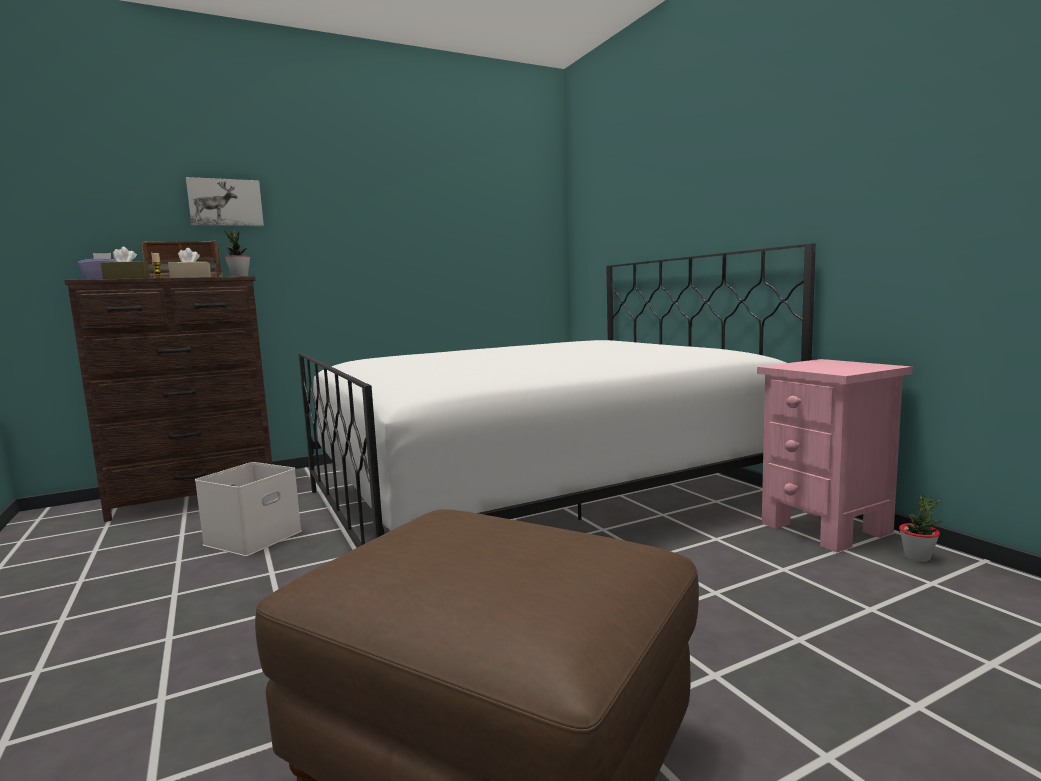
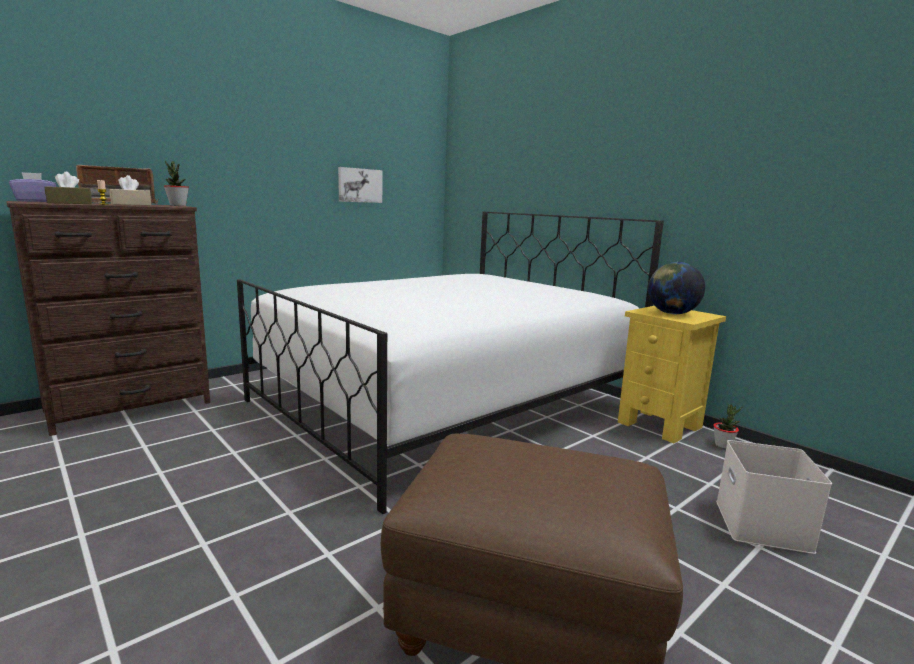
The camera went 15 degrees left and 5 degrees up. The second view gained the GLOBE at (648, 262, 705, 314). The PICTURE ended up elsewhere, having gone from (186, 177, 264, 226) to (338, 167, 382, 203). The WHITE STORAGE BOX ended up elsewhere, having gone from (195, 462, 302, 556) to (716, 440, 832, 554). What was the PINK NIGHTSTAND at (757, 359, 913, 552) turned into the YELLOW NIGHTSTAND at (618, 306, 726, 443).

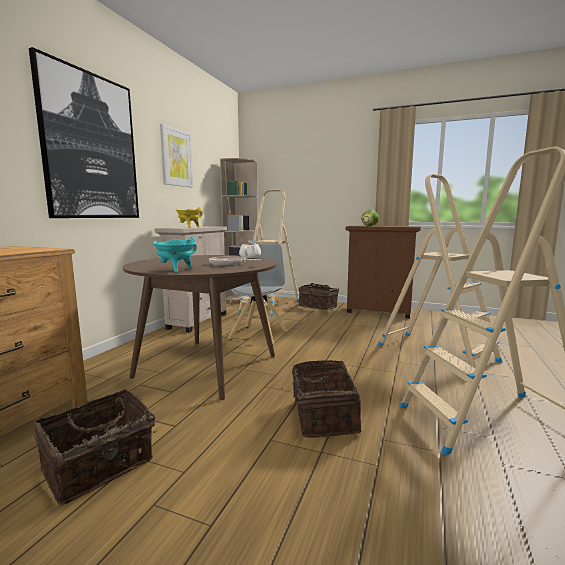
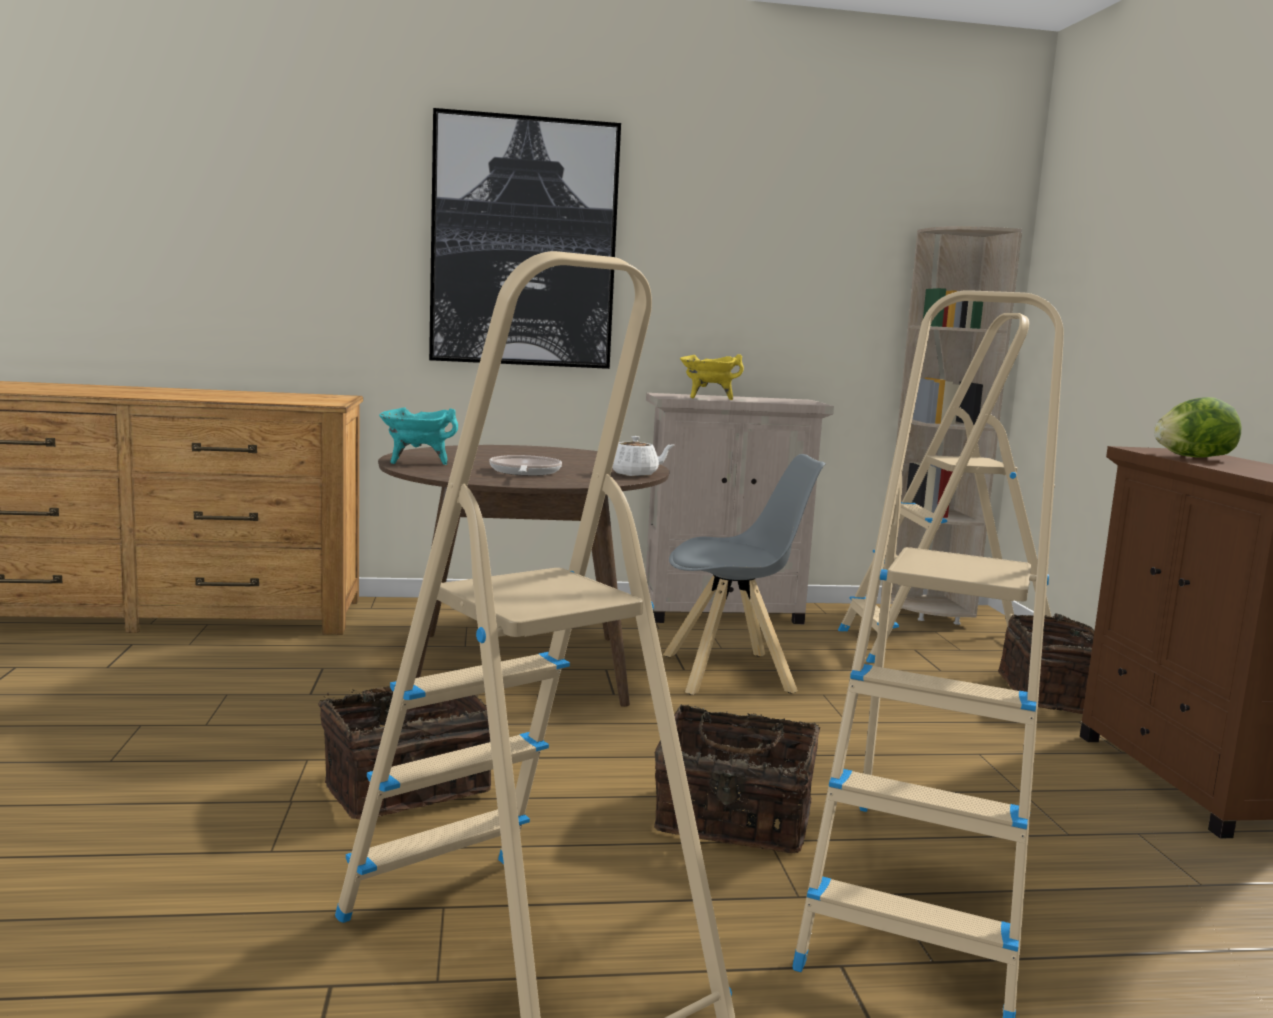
The camera went 60 degrees right and 0 degrees up. The second view lost the PICTURE at (160, 124, 193, 187). The BASKET ended up elsewhere, having gone from (34, 389, 157, 505) to (654, 705, 820, 853).

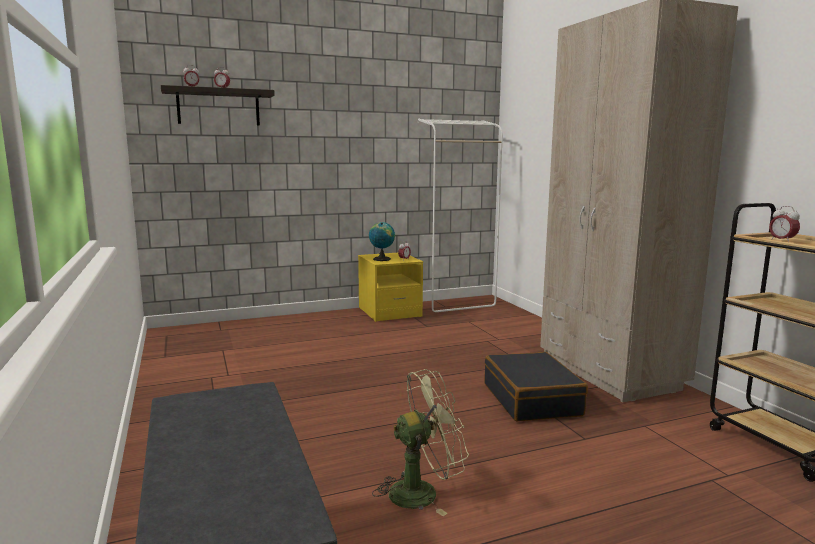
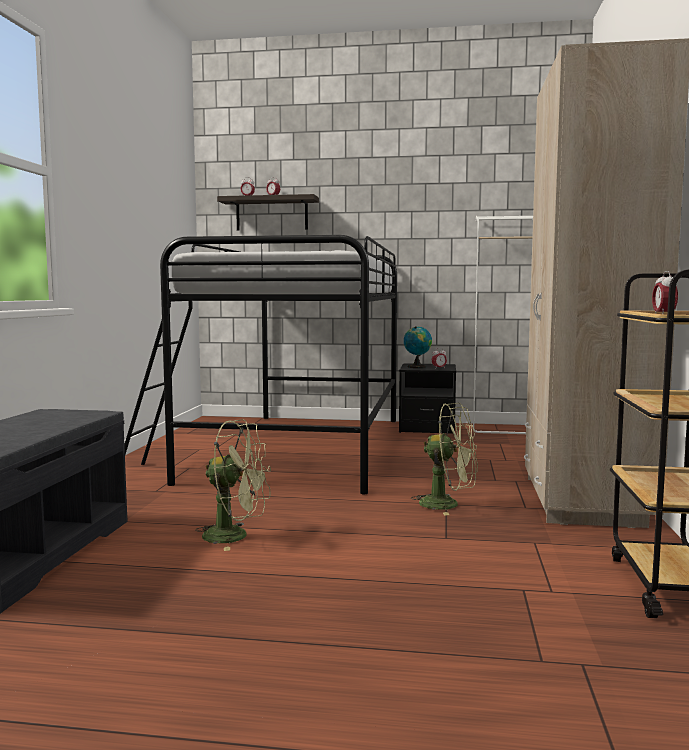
The camera went 30 degrees right and 5 degrees down. The second view gained the BLACK BED at (124, 235, 397, 494). Where the BLACK SUITCASE stood at (484, 352, 588, 421), the GREEN FAN came to stand at (410, 403, 478, 516). What was the YELLOW NIGHTSTAND at (358, 253, 423, 322) turned into the BLACK NIGHTSTAND at (399, 363, 456, 434).

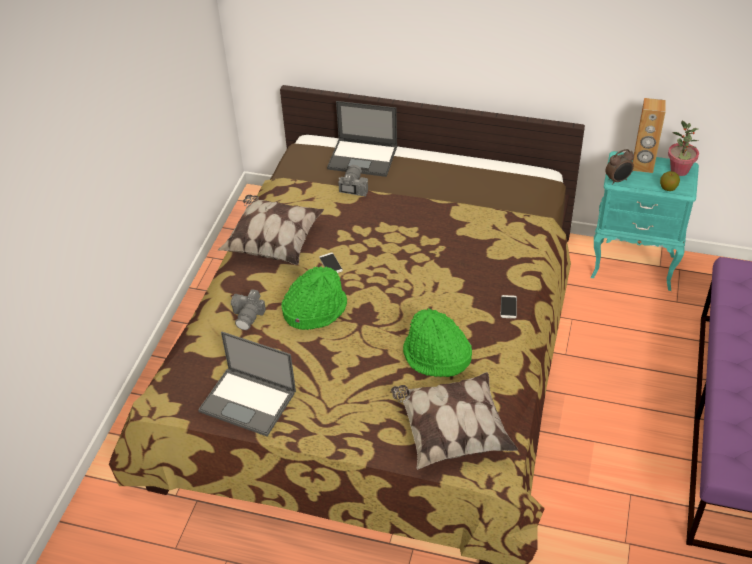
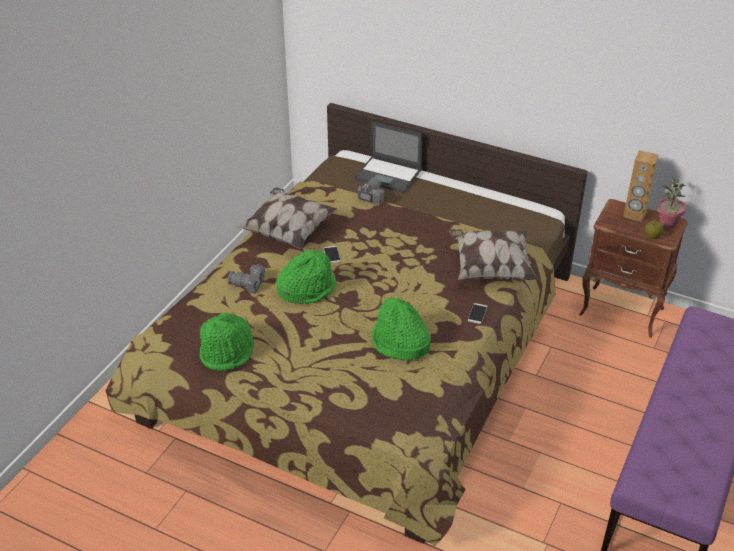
The camera went 10 degrees right and 5 degrees down. The second view lost the ALARM CLOCK at (605, 149, 634, 185). The PILLOW ended up elsewhere, having gone from (391, 372, 518, 470) to (450, 229, 538, 280). Where the LAPTOP stood at (198, 331, 296, 437), the GREEN HAT came to stand at (199, 313, 254, 371). What was the TURQUOISE NIGHTSTAND at (591, 151, 699, 291) turned into the BROWN NIGHTSTAND at (579, 199, 688, 338). The PHOTO CAMERA at (231, 289, 266, 330) ended up facing another way, 75 degrees clockwise from before.

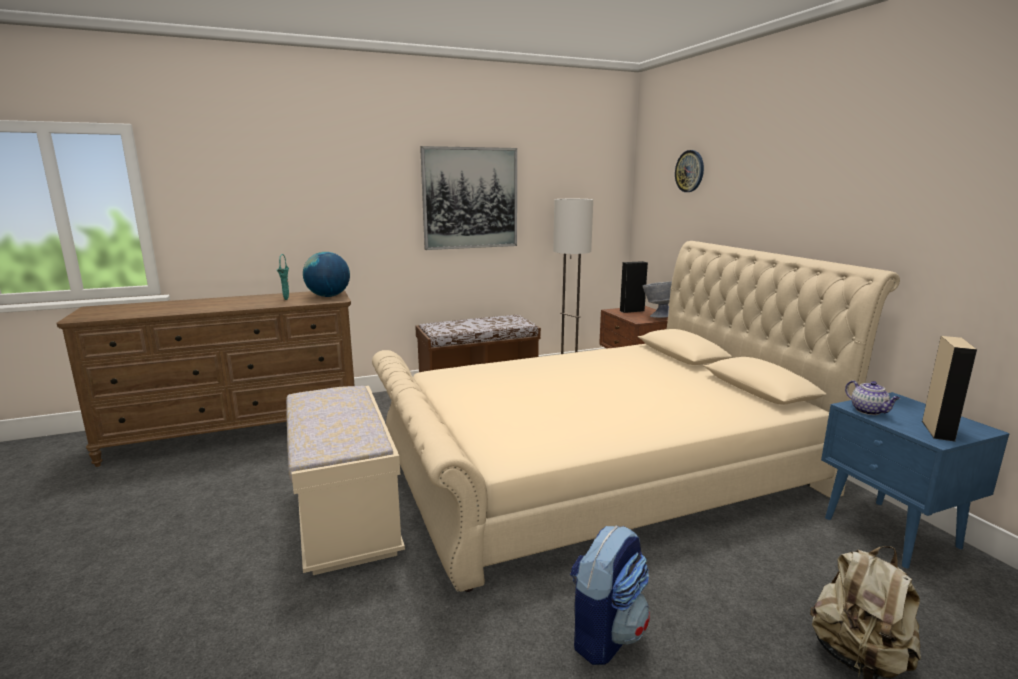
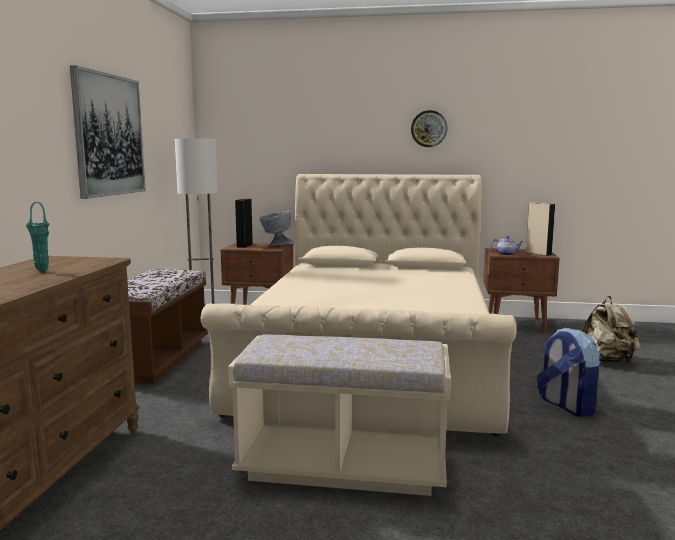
The camera went 60 degrees left and 5 degrees down. The second view lost the GLOBE at (303, 252, 350, 297). The WALL CLOCK ended up elsewhere, having gone from (675, 150, 704, 192) to (411, 110, 447, 147). What was the BLUE NIGHTSTAND at (821, 392, 1010, 568) turned into the BROWN NIGHTSTAND at (483, 248, 560, 333).

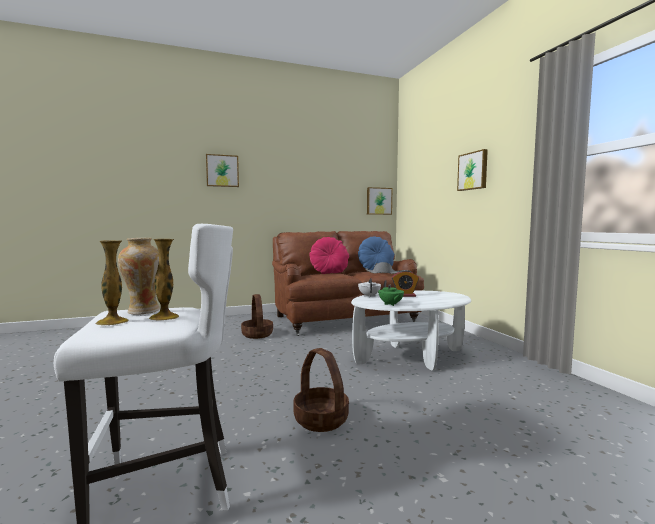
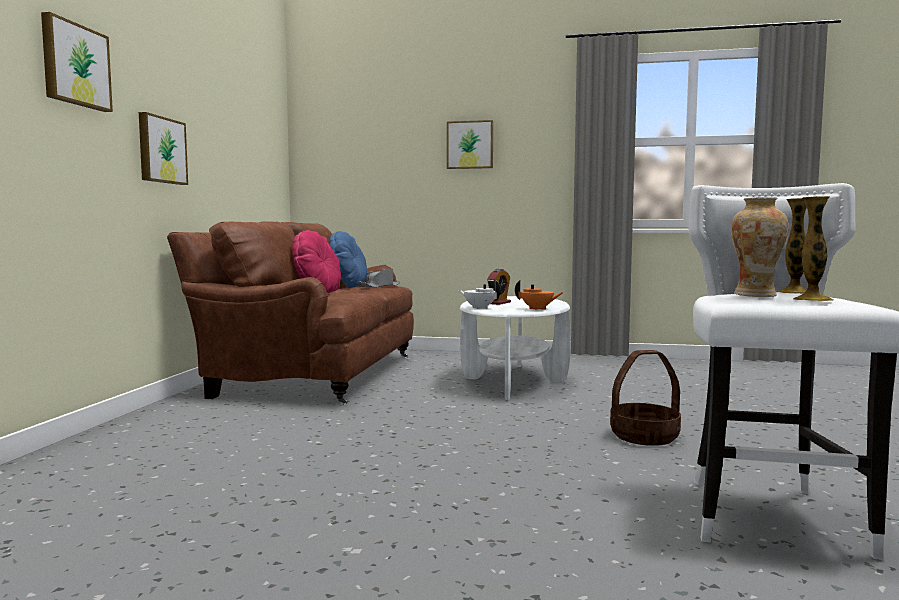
The camera went 60 degrees left and 0 degrees up. The second view lost the BASKET at (241, 294, 273, 339). The PICTURE ended up elsewhere, having gone from (367, 187, 392, 215) to (139, 112, 188, 185). What was the GREEN TEAPOT at (378, 280, 404, 306) turned into the ORANGE TEAPOT at (515, 281, 562, 310).

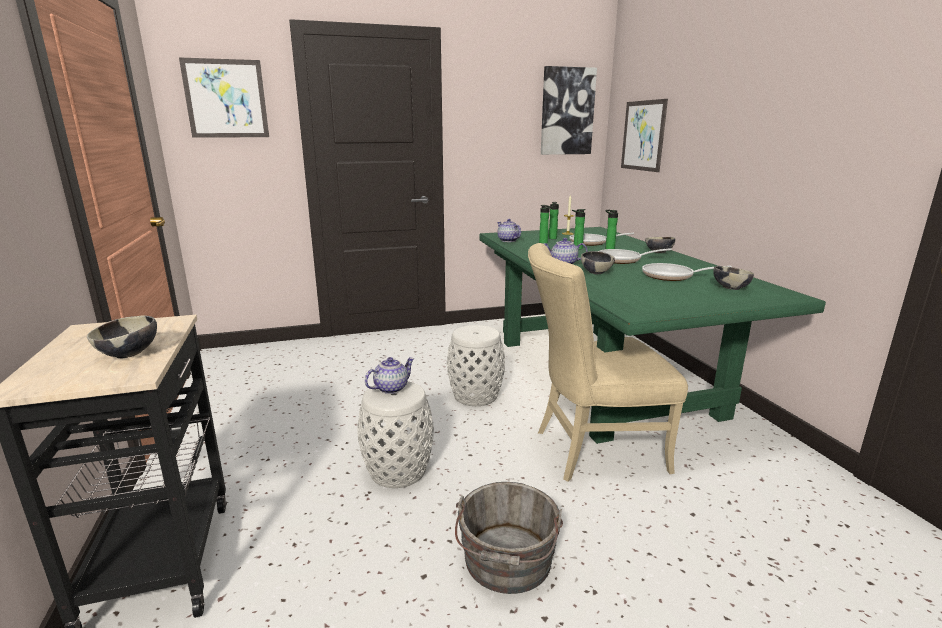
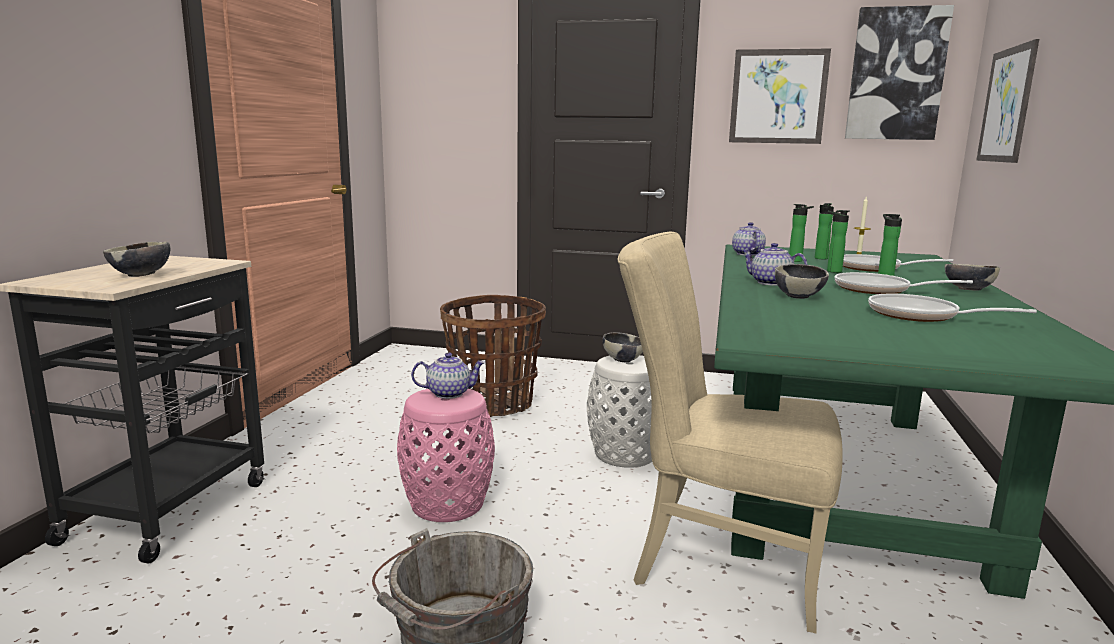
The camera went 30 degrees right and 5 degrees down. The second view gained the BASKET at (440, 295, 546, 417). The PICTURE ended up elsewhere, having gone from (179, 57, 269, 138) to (729, 49, 831, 144). The BOWL ended up elsewhere, having gone from (713, 266, 754, 290) to (602, 332, 643, 362). What was the WHITE STOOL at (357, 381, 434, 488) turned into the PINK STOOL at (397, 389, 495, 522).

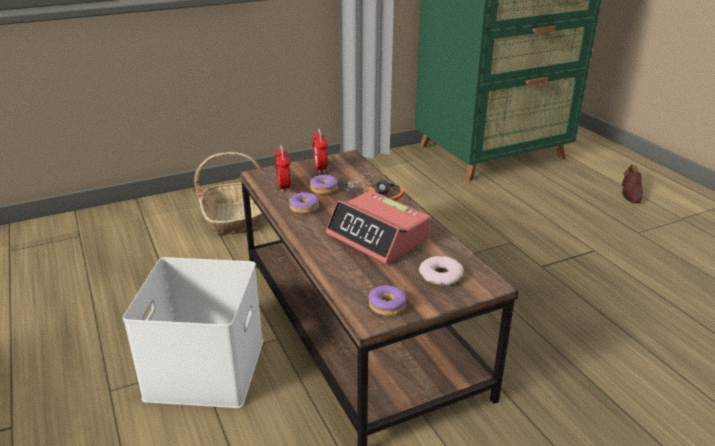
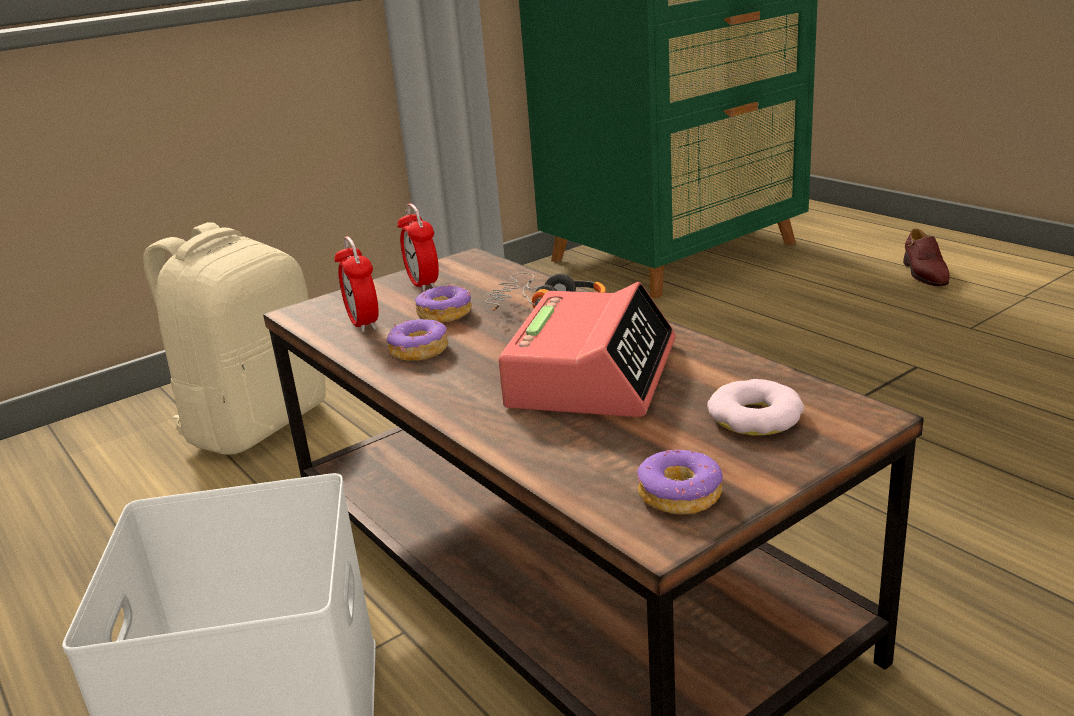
The camera went 10 degrees left and 5 degrees down. Where the BASKET stood at (194, 152, 263, 235), the BEIGE BACKPACK came to stand at (143, 222, 326, 455). The ALARM CLOCK at (326, 191, 431, 264) ended up facing another way, 105 degrees counterclockwise from before.

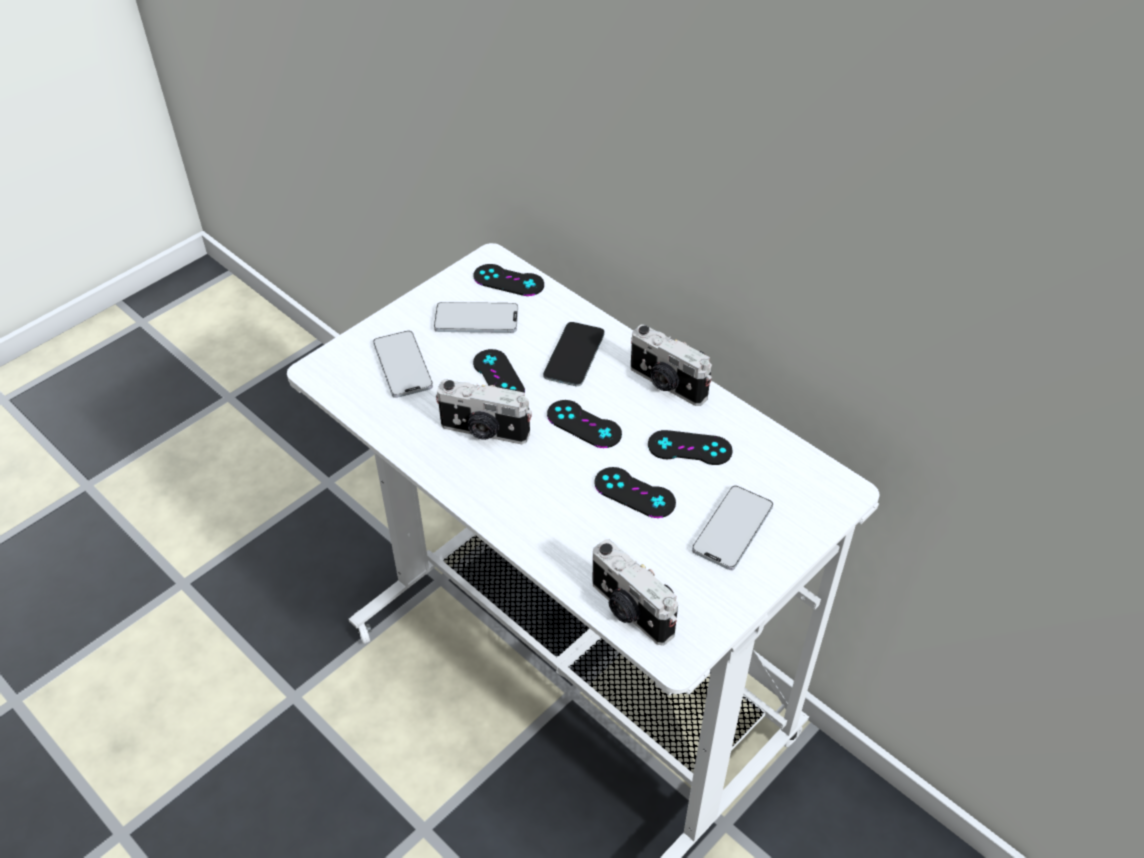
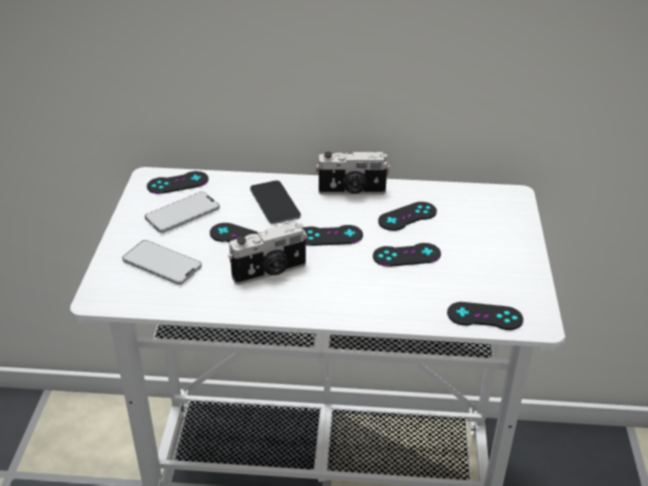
The camera went 40 degrees left and 10 degrees down. The second view lost the PHONE at (692, 485, 773, 570). Where the PHOTO CAMERA stood at (592, 539, 678, 645), the BLACK GAME CONTROLLER came to stand at (447, 302, 523, 330).

